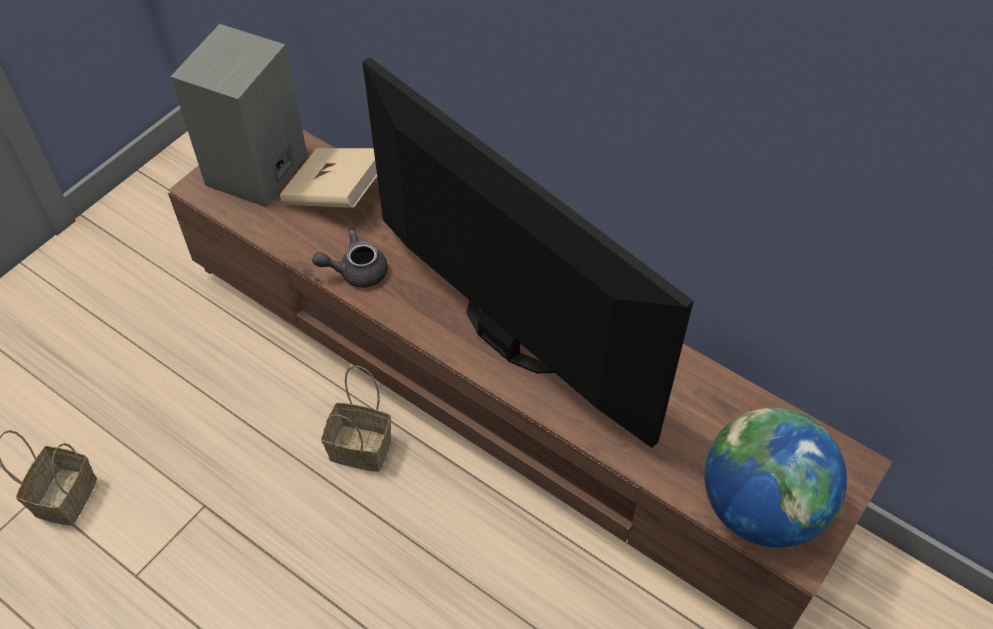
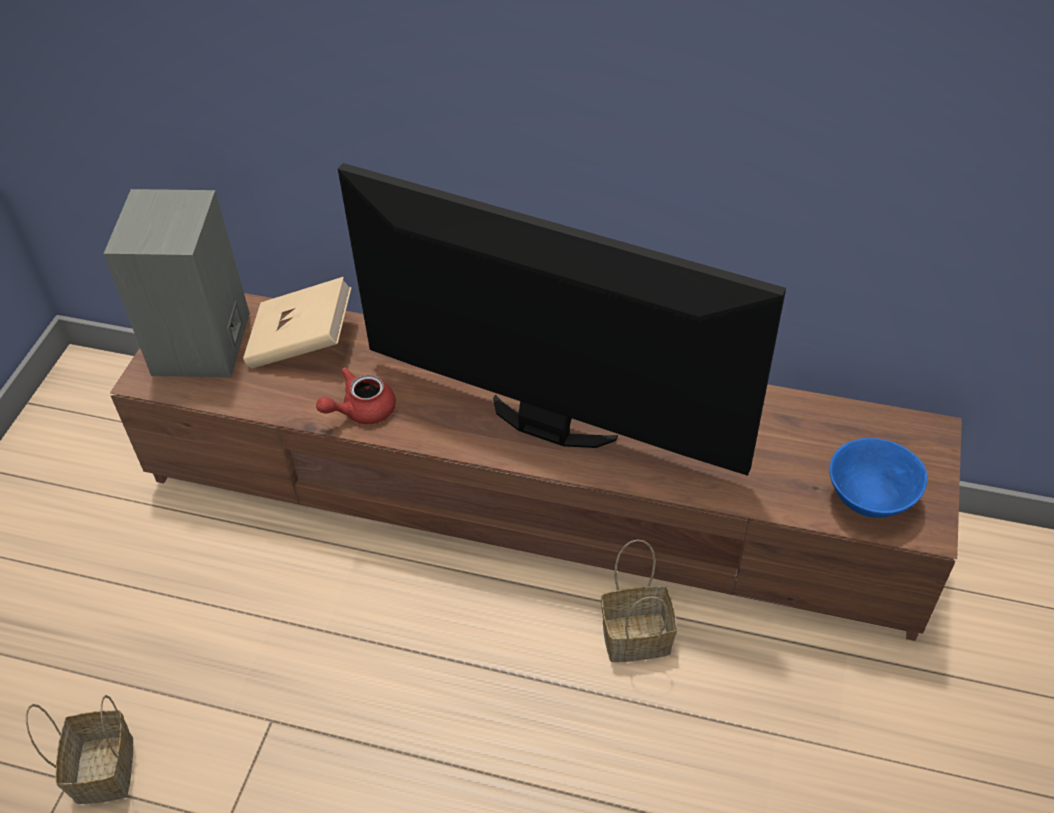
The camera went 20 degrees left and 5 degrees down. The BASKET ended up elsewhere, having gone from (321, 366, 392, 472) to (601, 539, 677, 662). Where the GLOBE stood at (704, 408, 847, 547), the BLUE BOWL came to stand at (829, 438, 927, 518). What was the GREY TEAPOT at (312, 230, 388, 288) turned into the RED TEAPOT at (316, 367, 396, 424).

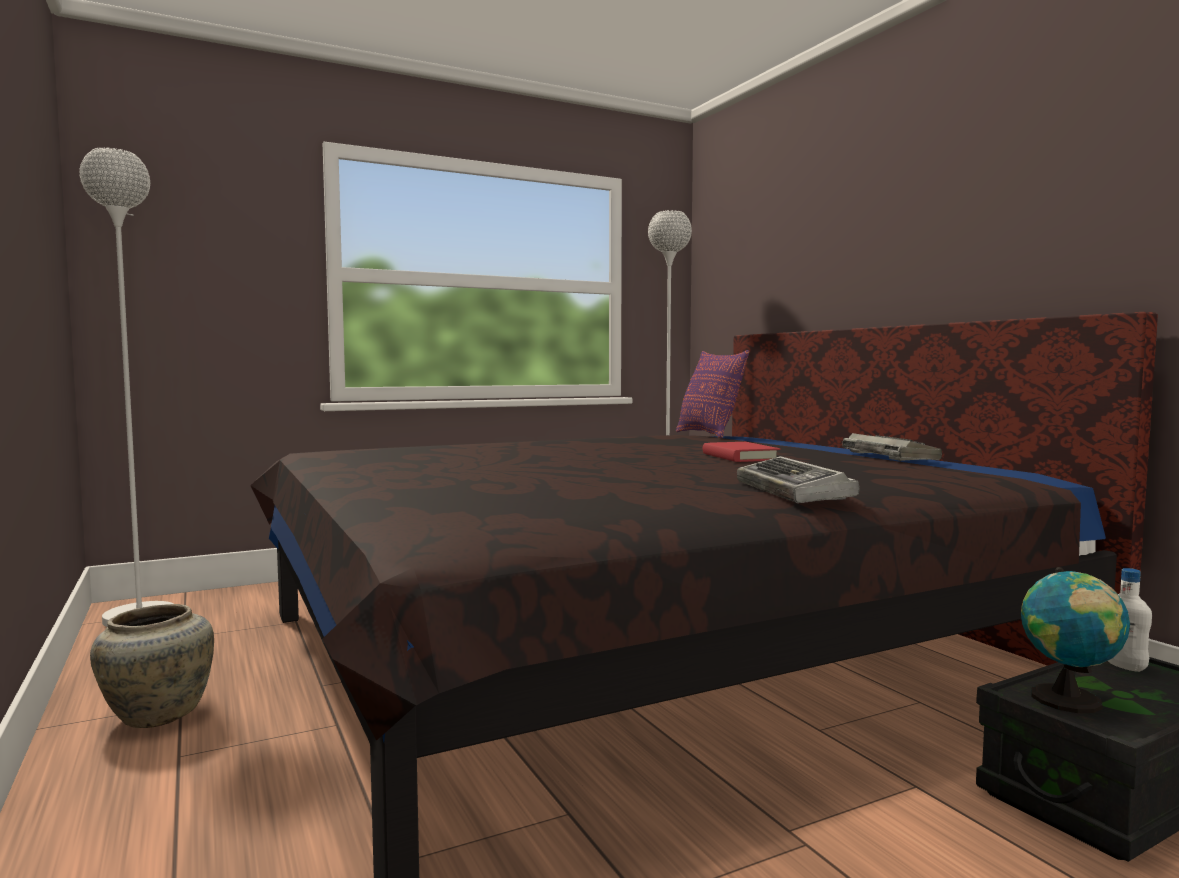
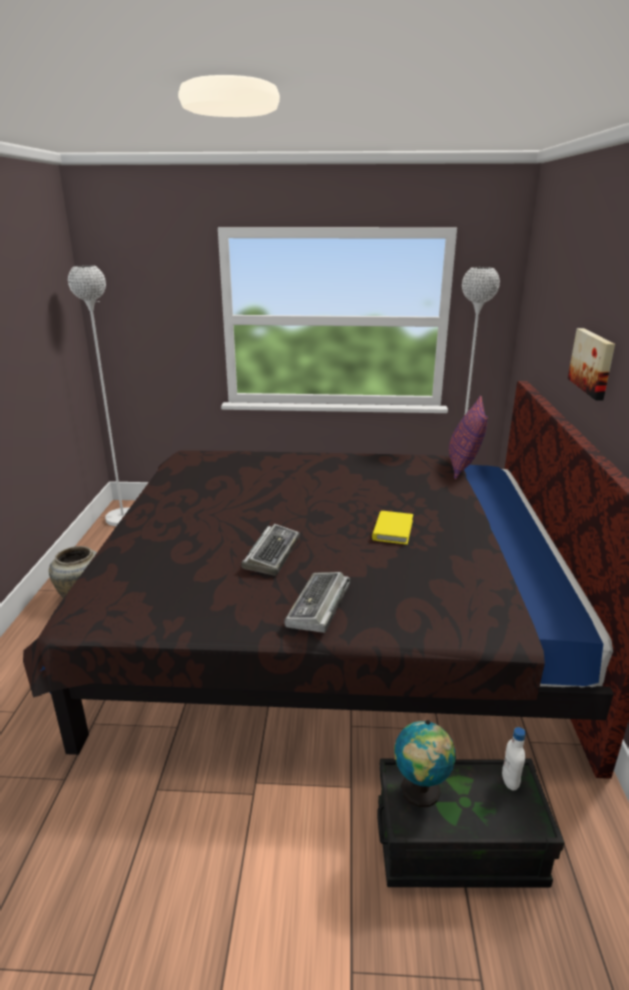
The camera went 30 degrees right and 20 degrees up. The second view gained the PICTURE at (568, 328, 615, 400). The KEYBOARD ended up elsewhere, having gone from (842, 433, 942, 461) to (241, 524, 300, 576). What was the RED BOOK at (703, 442, 780, 462) turned into the YELLOW BOOK at (372, 511, 413, 545).

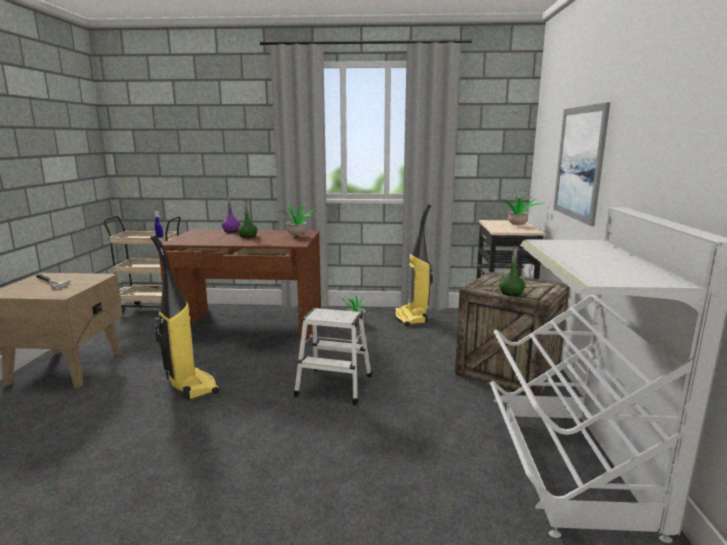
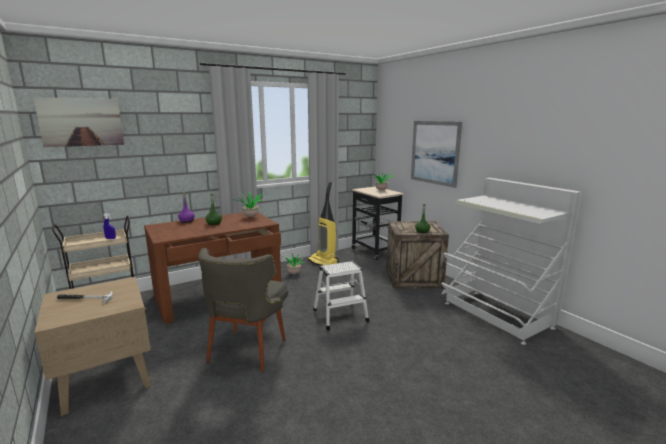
The camera went 35 degrees left and 0 degrees up. The second view gained the PICTURE at (33, 97, 124, 147). Where the VACUUM CLEANER stood at (150, 234, 220, 401), the GREY CHAIR came to stand at (199, 248, 288, 372).

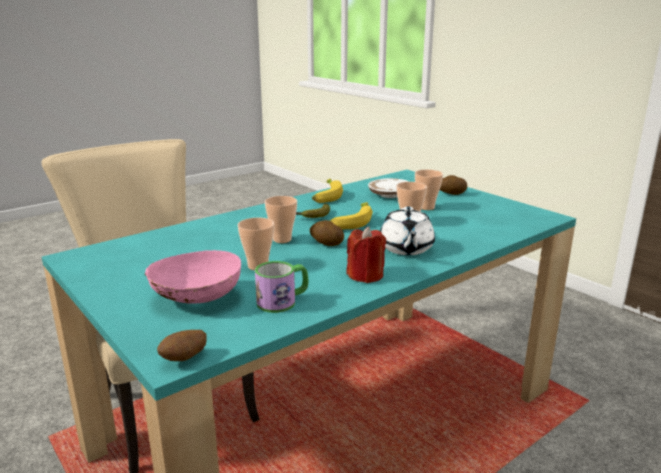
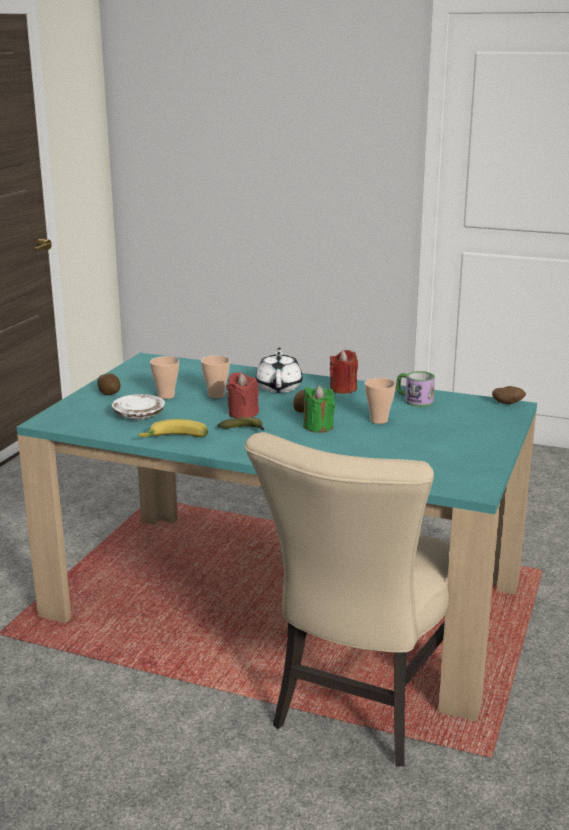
The camera went 120 degrees left and 0 degrees up. The second view lost the PINK BOWL at (145, 250, 242, 304). Where the CUP stood at (265, 196, 297, 243), the GREEN CANDLE came to stand at (303, 385, 335, 433). Where the BANANA stood at (330, 202, 373, 229), the RED CANDLE came to stand at (227, 372, 259, 418). The WHITE TEAPOT at (380, 206, 435, 255) ended up facing another way, 60 degrees counterclockwise from before.

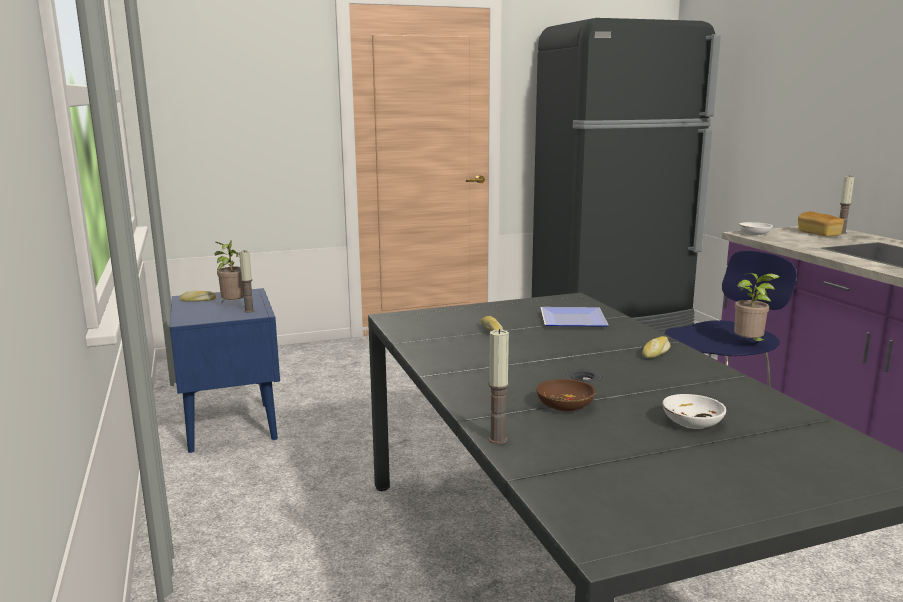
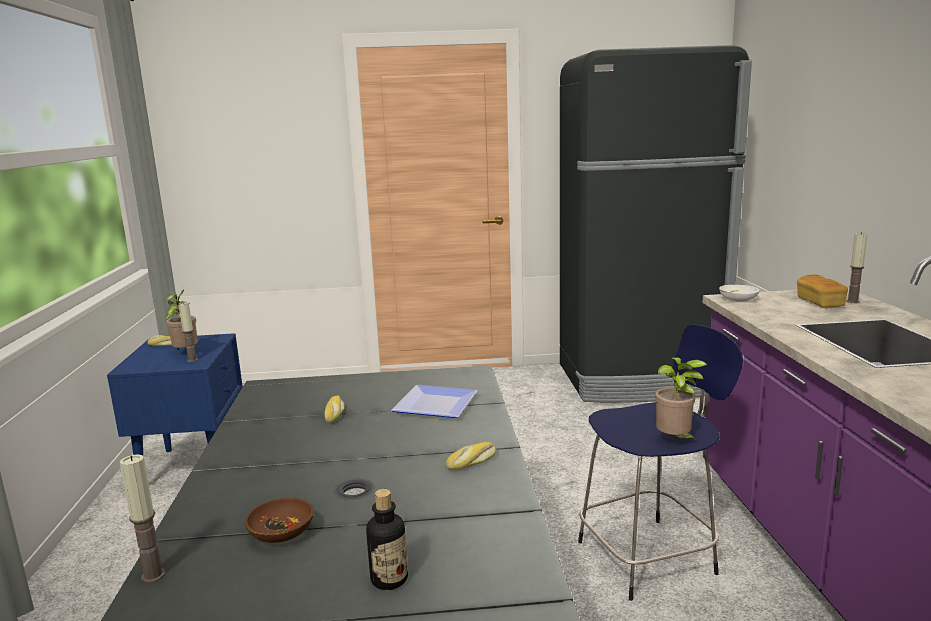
The camera went 15 degrees right and 0 degrees up. Where the WHITE BOWL stood at (662, 394, 726, 429), the BOTTLE came to stand at (366, 489, 408, 590).

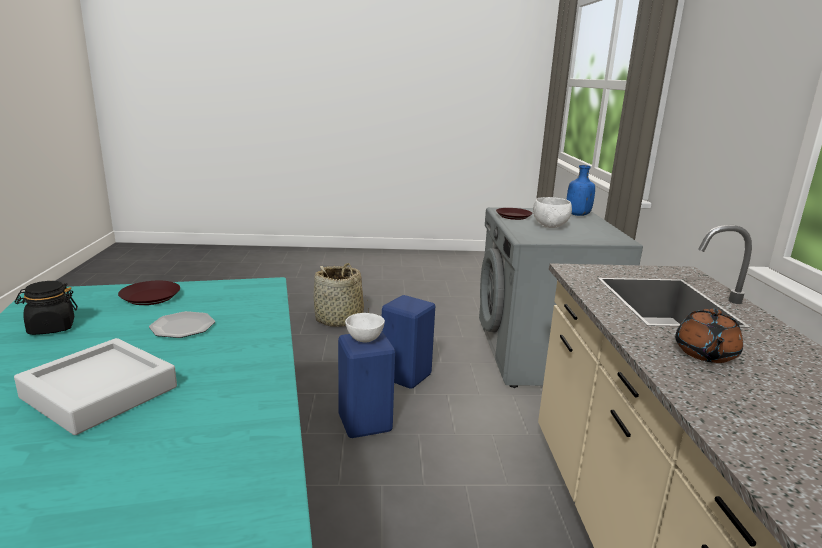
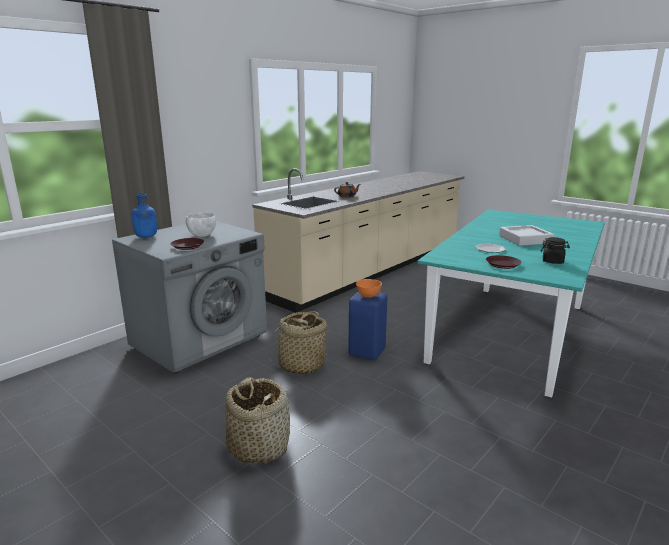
The camera went 135 degrees left and 0 degrees up. Where the BLUE STOOL stood at (382, 295, 435, 389), the BASKET came to stand at (267, 311, 330, 374). What was the WHITE BOWL at (345, 313, 385, 342) turned into the ORANGE BOWL at (356, 279, 382, 298).

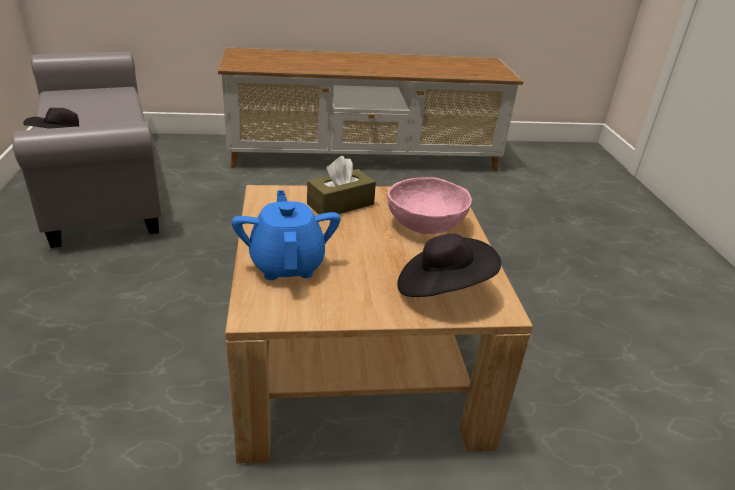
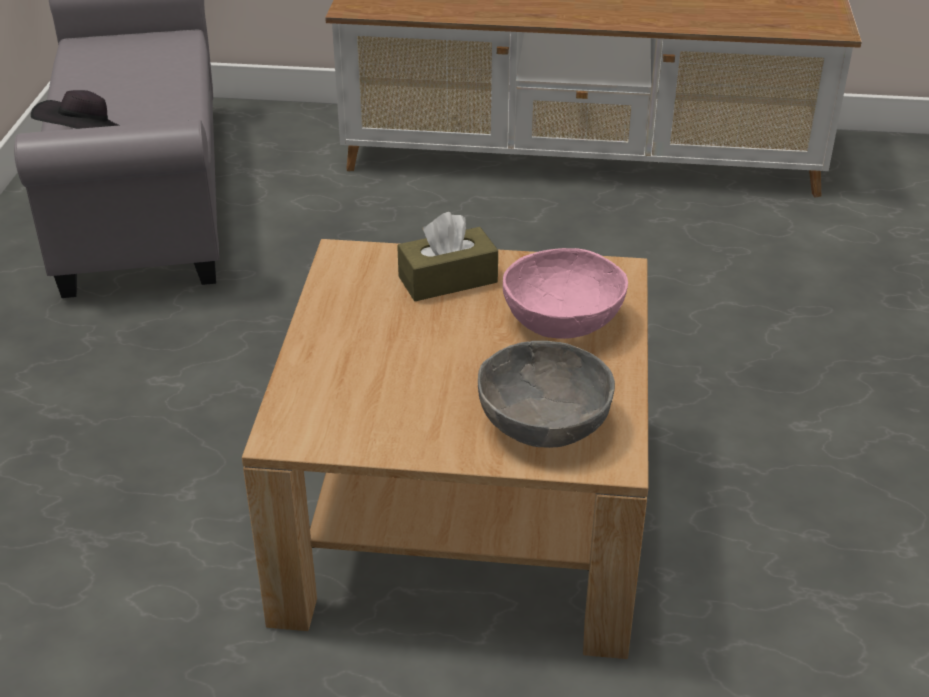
The camera went 15 degrees right and 5 degrees up. The second view lost the BLUE TEAPOT at (232, 190, 341, 280). Where the BLACK HAT stood at (397, 234, 501, 297), the GREY BOWL came to stand at (478, 341, 615, 448).

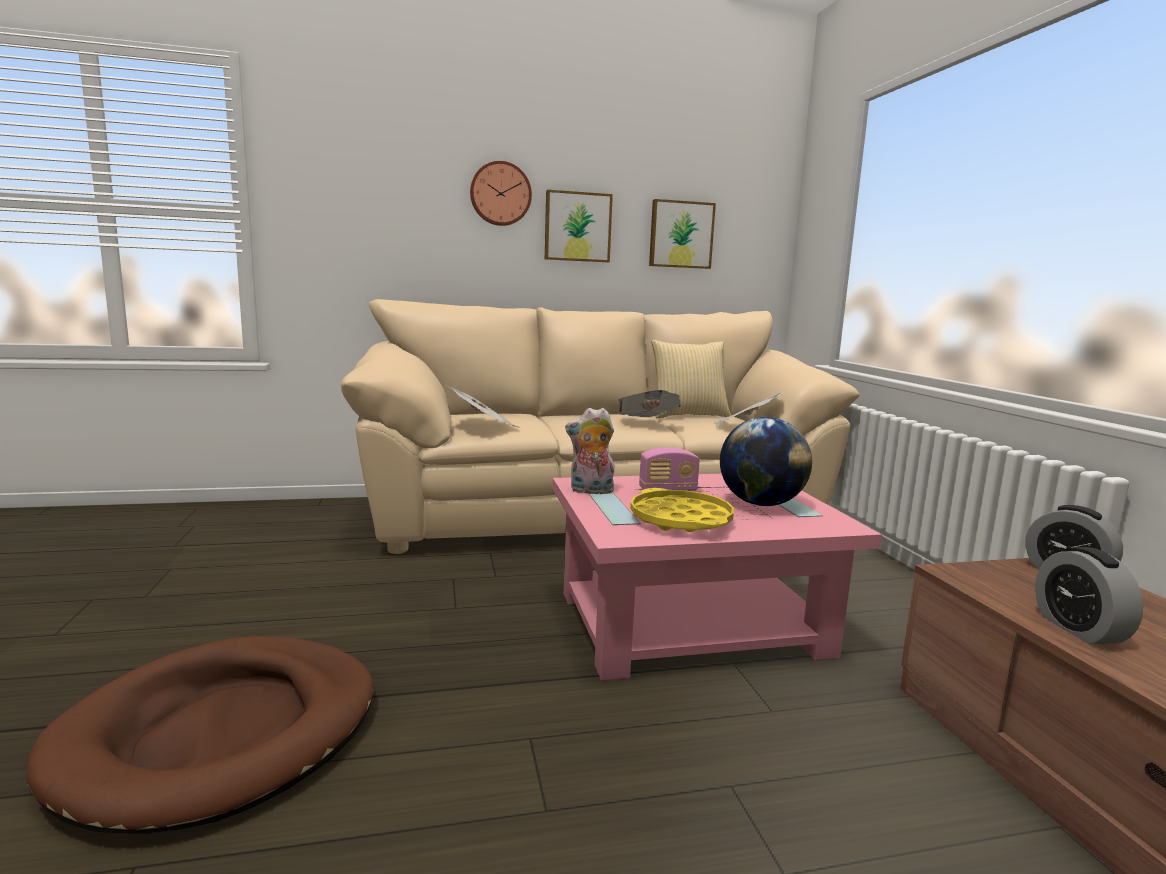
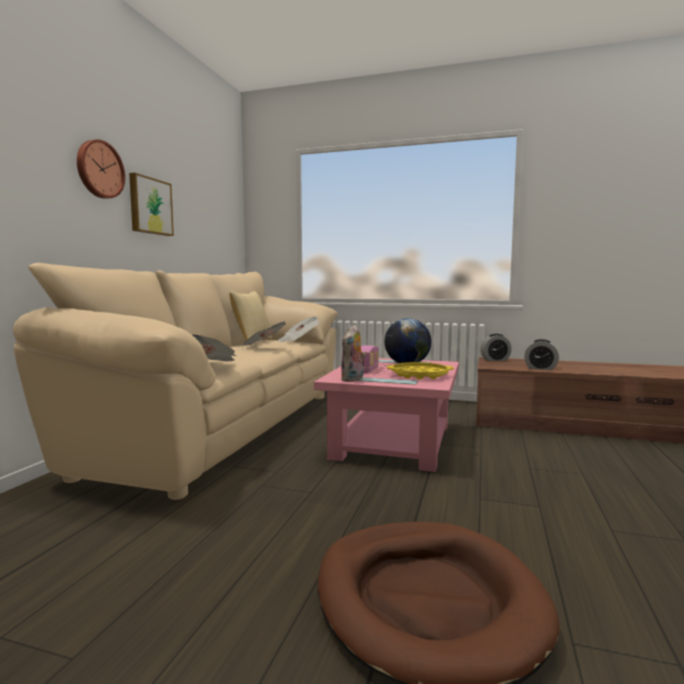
The camera went 60 degrees left and 5 degrees down. The second view lost the PICTURE at (649, 199, 716, 269).

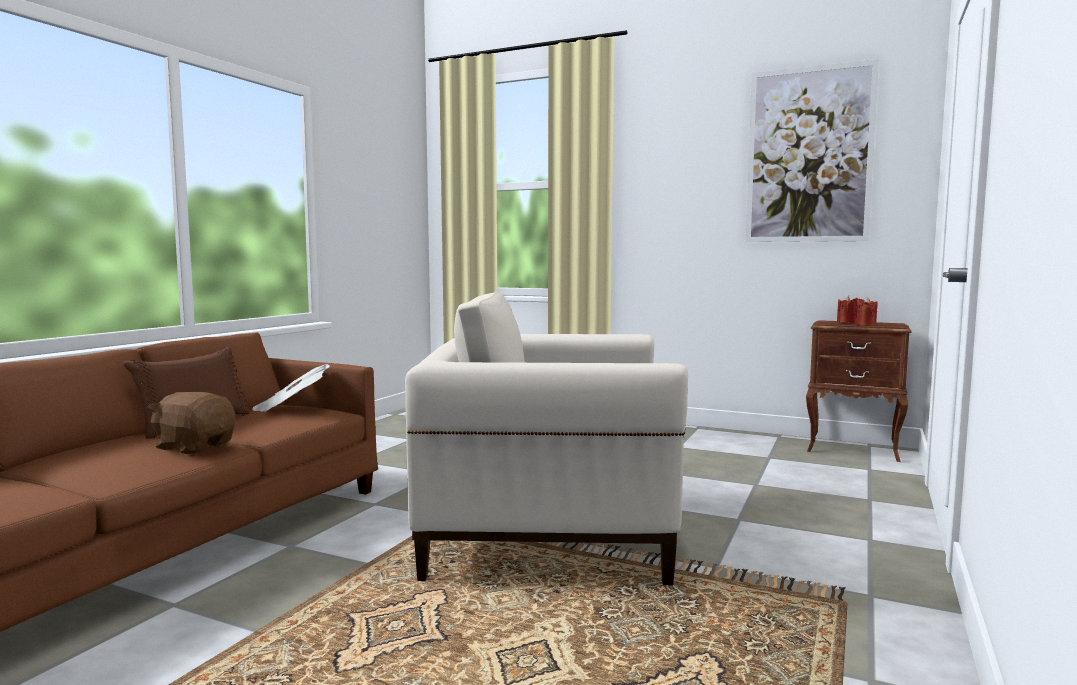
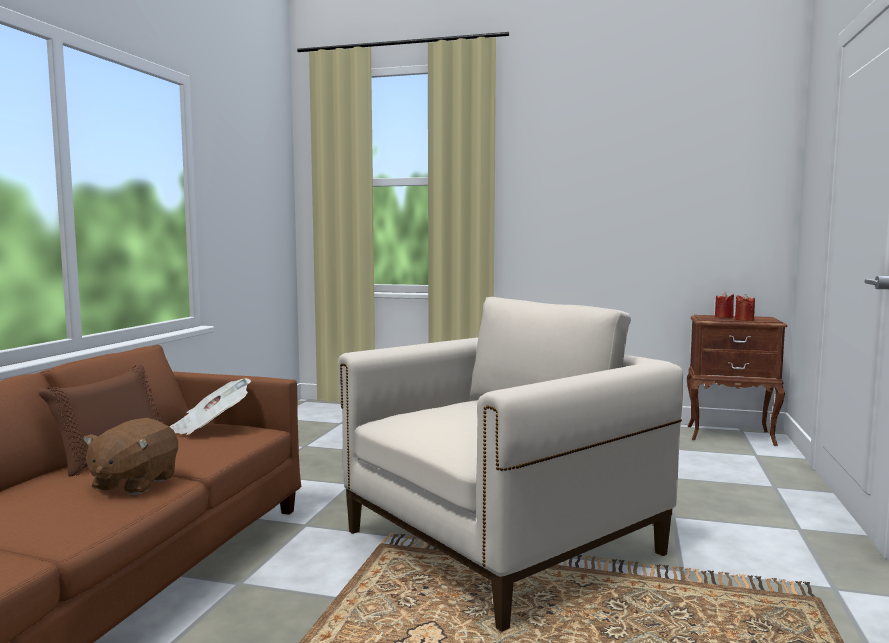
The camera went 10 degrees left and 0 degrees up. The second view lost the PICTURE at (746, 59, 879, 242). The BROWN PLUSH TOY at (148, 392, 236, 454) ended up facing another way, 90 degrees counterclockwise from before. The BEIGE ARMCHAIR at (405, 292, 688, 585) ended up facing another way, 150 degrees clockwise from before.

